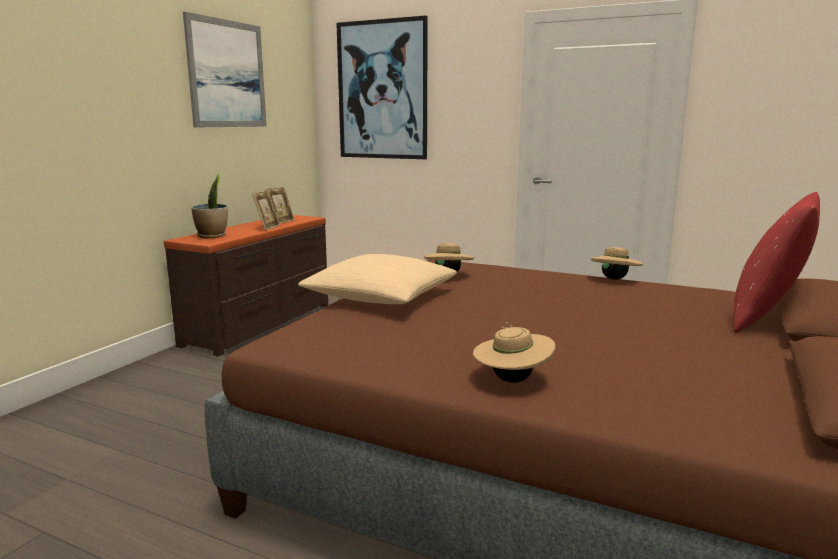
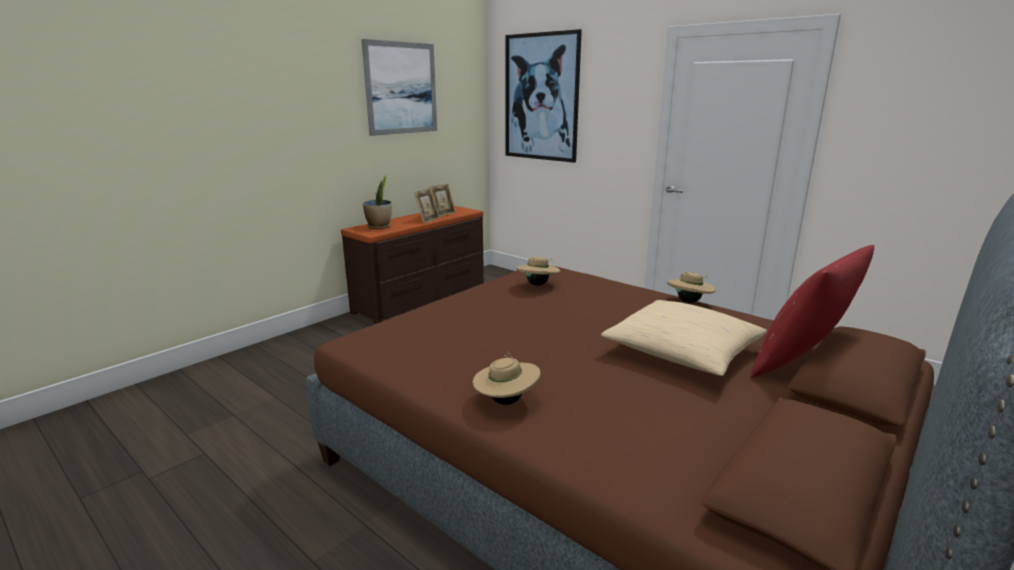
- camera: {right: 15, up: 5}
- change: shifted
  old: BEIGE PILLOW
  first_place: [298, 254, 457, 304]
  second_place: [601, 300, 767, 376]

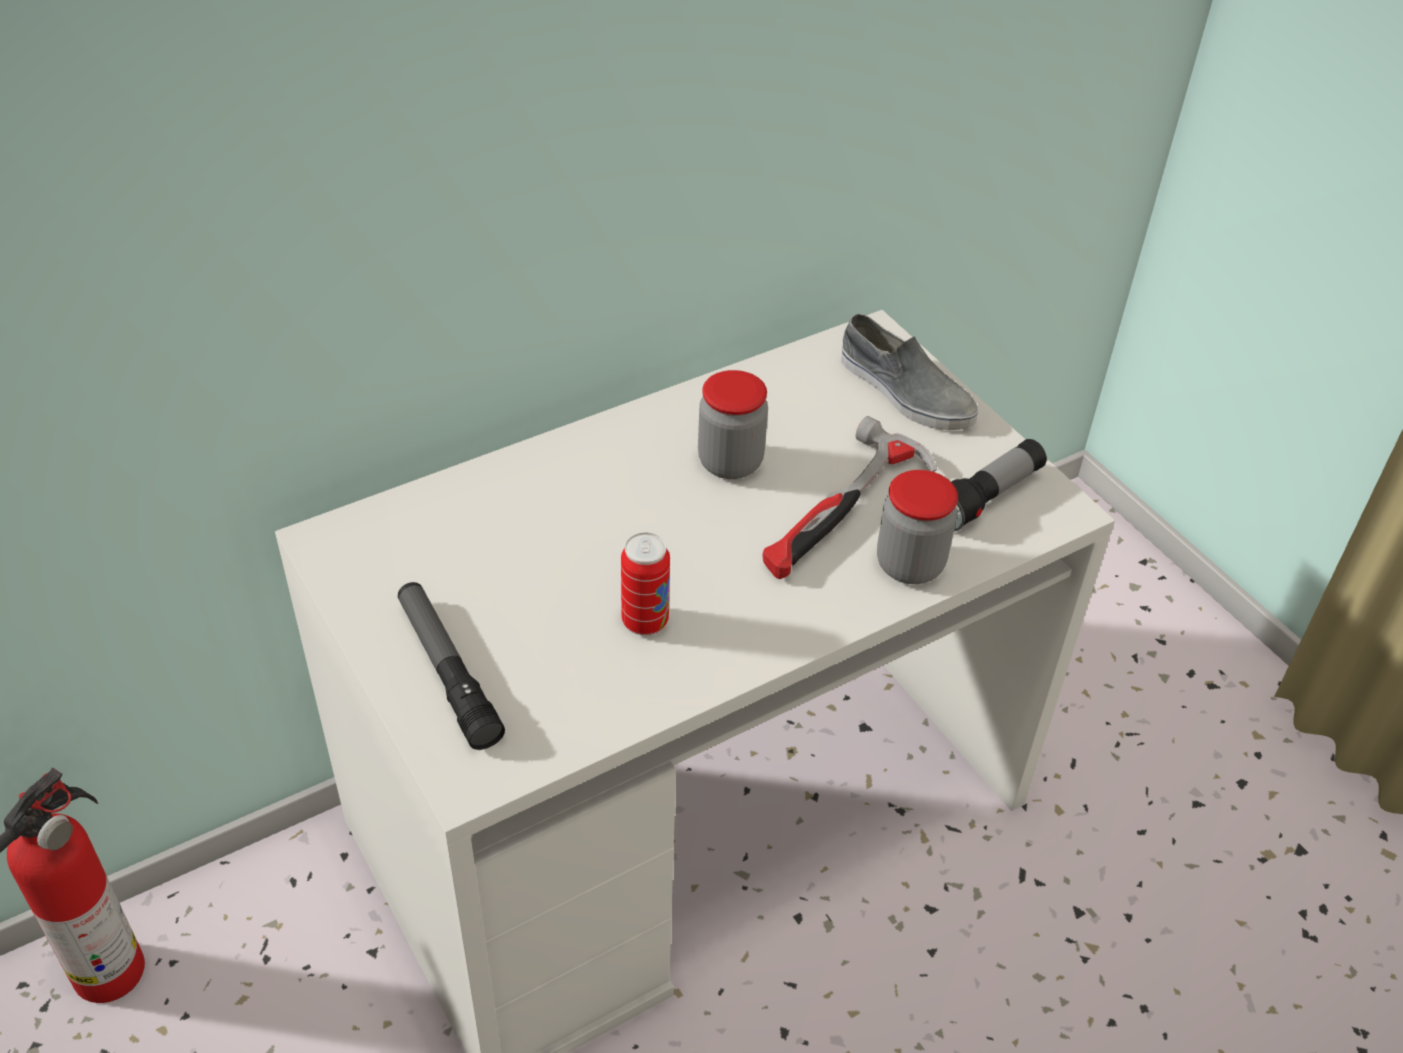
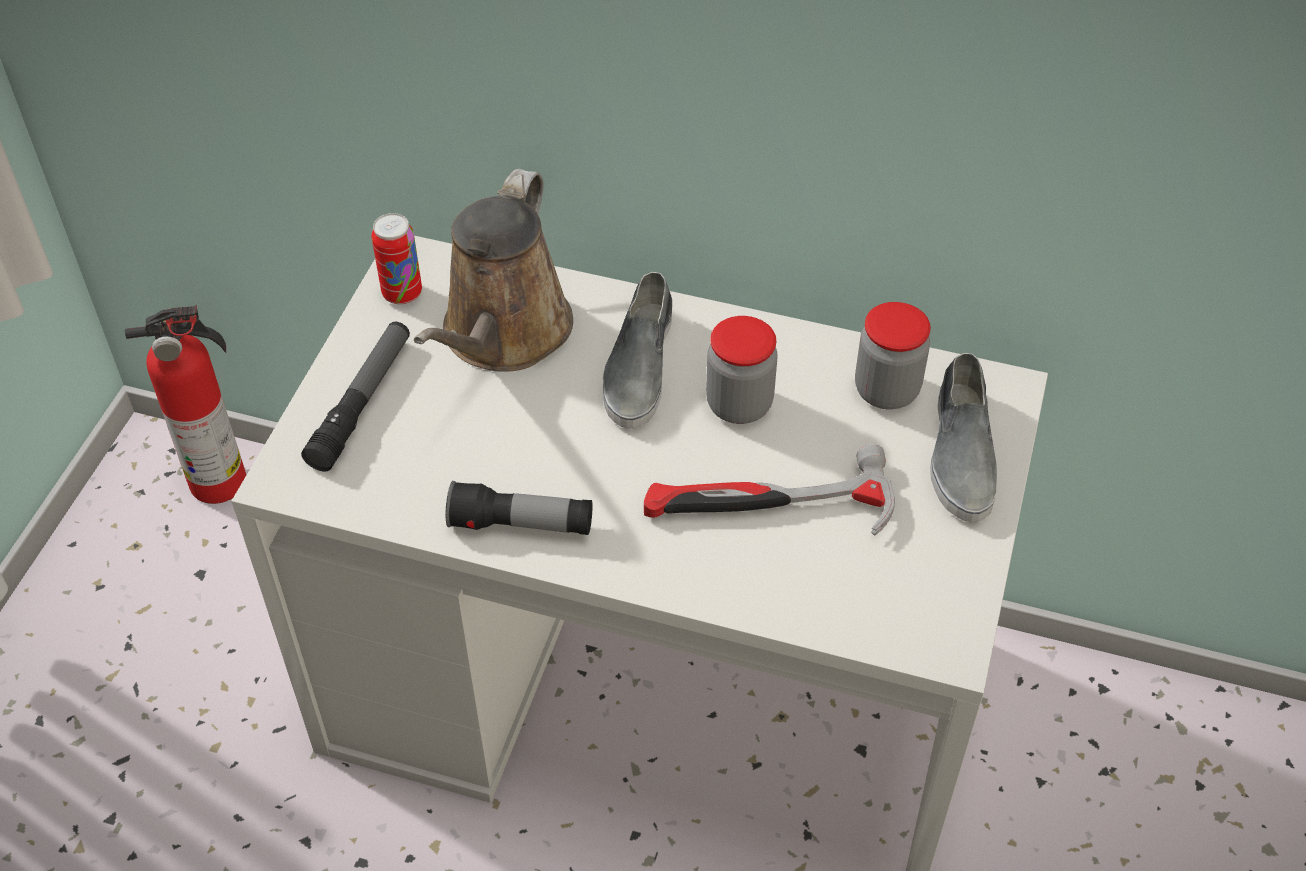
- camera: {right: 50, up: 5}
- change: shifted
  old: CAN
  first_place: [621, 532, 670, 635]
  second_place: [371, 213, 422, 305]
- change: shifted
  old: JAR
  first_place: [877, 470, 958, 584]
  second_place: [855, 302, 931, 410]
- change: shifted
  old: FLASHLIGHT
  first_place: [952, 439, 1047, 532]
  second_place: [446, 481, 593, 535]
- change: new
  new: BROWN WATERING CAN
  second_place: [414, 169, 573, 372]
- change: new
  new: GREY SHOE
  second_place: [603, 272, 672, 429]

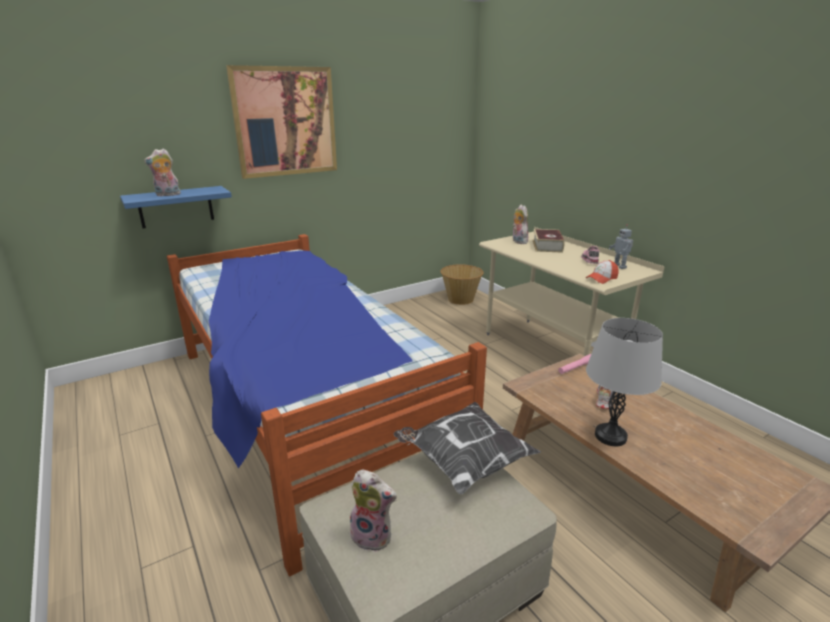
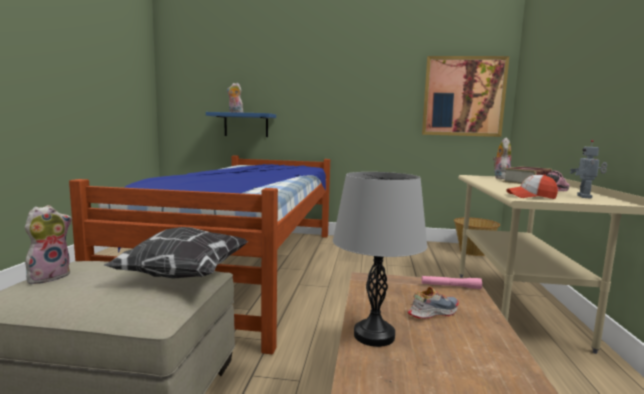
- camera: {right: 40, up: -15}
- change: shifted
  old: PICTURE
  first_place: [226, 65, 337, 179]
  second_place: [422, 56, 510, 137]
- change: rotated
  old: PLUSH TOY
  first_place: [350, 469, 397, 552]
  second_place: [25, 205, 72, 284]
  degrees: -120

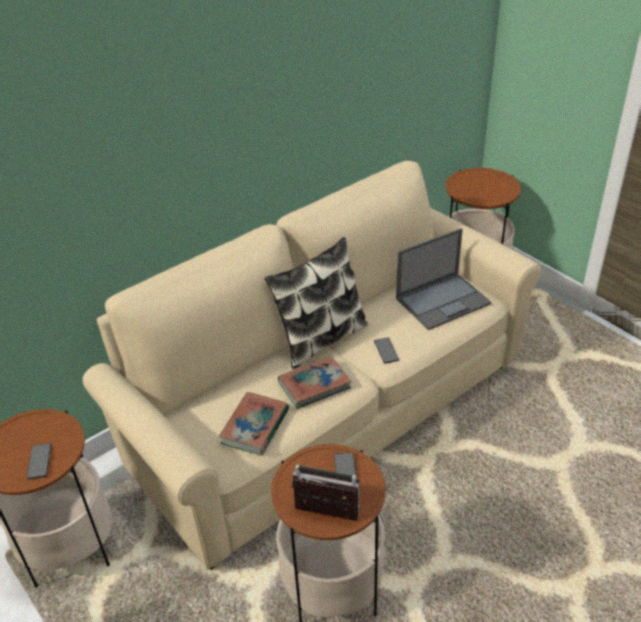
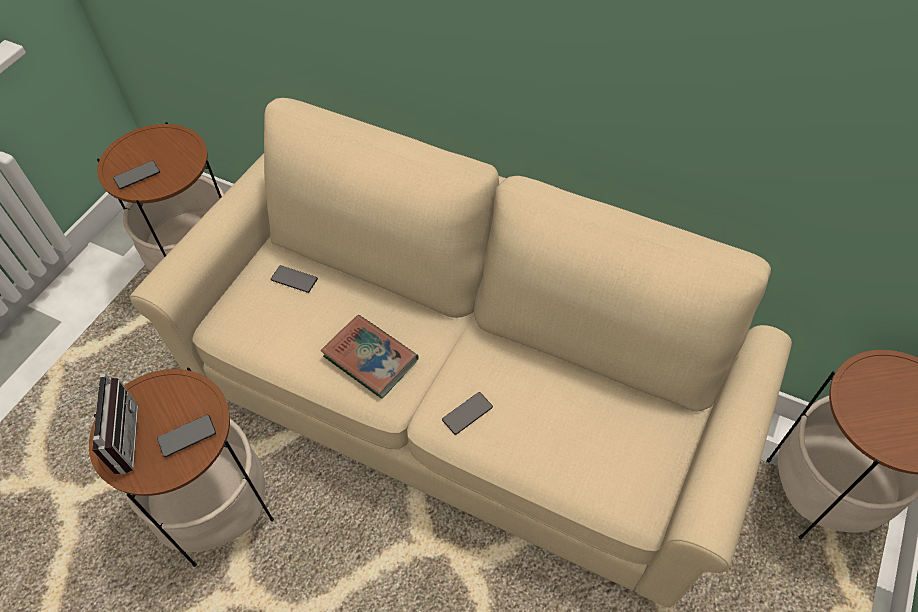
- camera: {right: 65, up: 15}
- change: gone
  old: BOOK
  first_place: [219, 392, 289, 455]
- change: gone
  old: PILLOW
  first_place: [264, 237, 368, 370]
- change: gone
  old: LAPTOP
  first_place: [396, 228, 491, 330]
- change: new
  new: PHONE
  second_place: [271, 265, 318, 293]

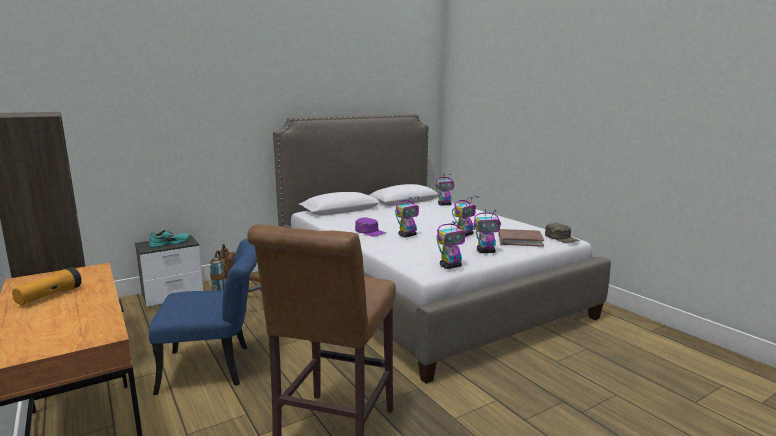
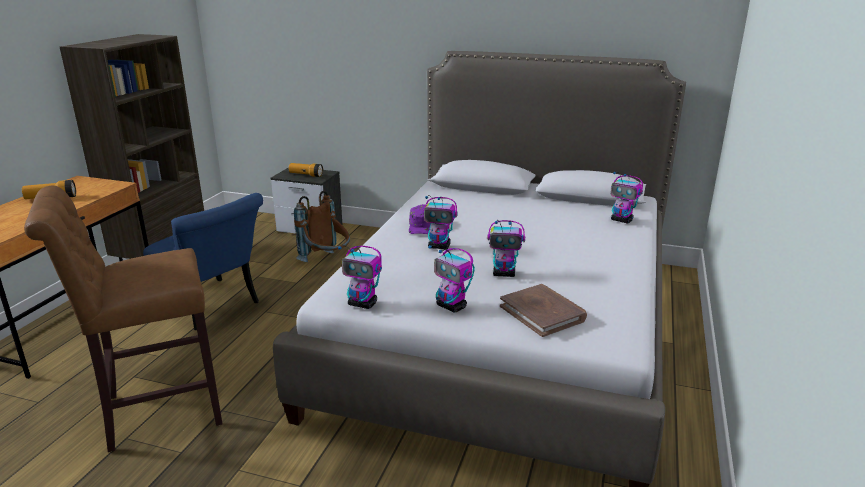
- camera: {right: 50, up: 10}
- change: swapped
  old: TURQUOISE SHOE
  new: FLASHLIGHT
  first_place: [149, 230, 190, 248]
  second_place: [289, 163, 323, 177]
- change: gone
  old: GREEN CAP
  first_place: [545, 223, 580, 243]

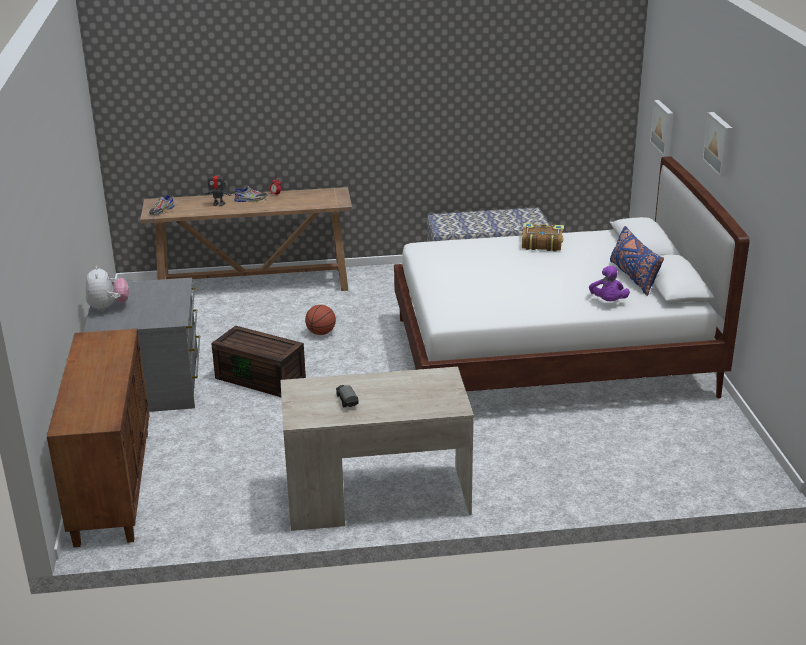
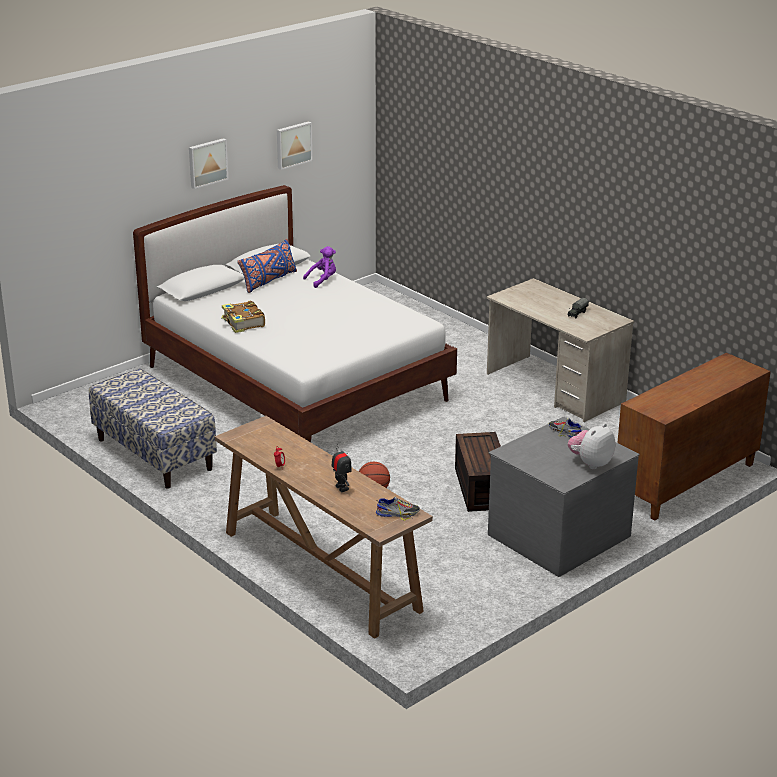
- camera: {right: -125, up: 0}
- change: shifted
  old: SHOE
  first_place: [234, 186, 267, 203]
  second_place: [549, 418, 582, 438]
- change: shifted
  old: PICTURE
  first_place: [650, 100, 674, 156]
  second_place: [277, 121, 312, 170]

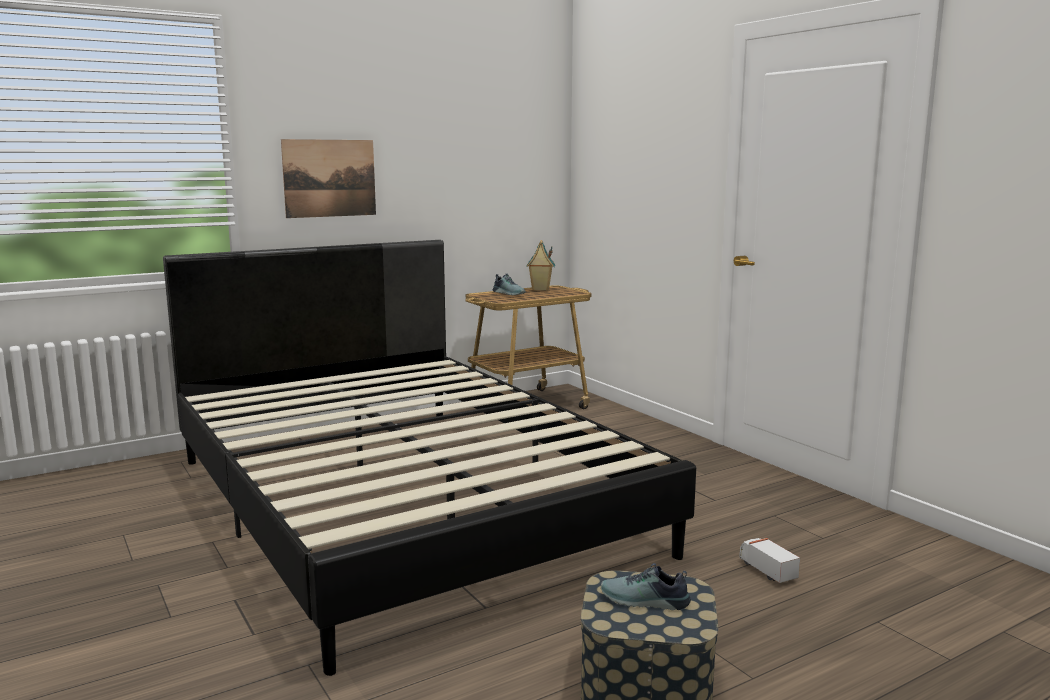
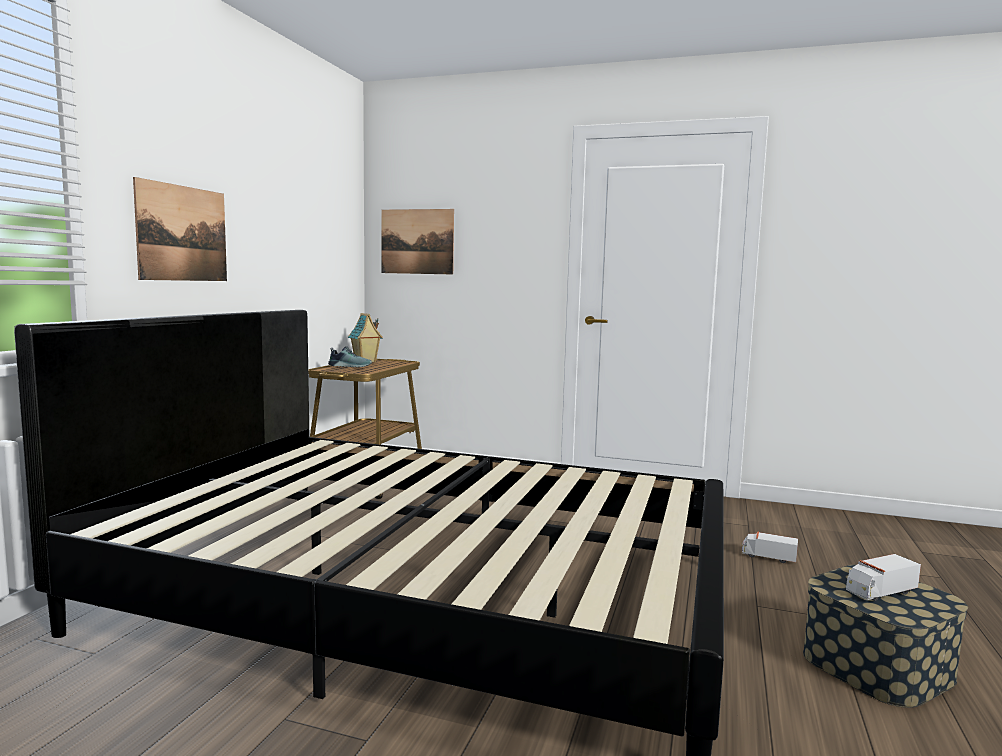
- camera: {right: -40, up: -5}
- change: swapped
  old: SHOE
  new: TOY TRUCK
  first_place: [601, 563, 691, 610]
  second_place: [846, 554, 921, 601]
- change: new
  new: PICTURE
  second_place: [381, 209, 454, 275]

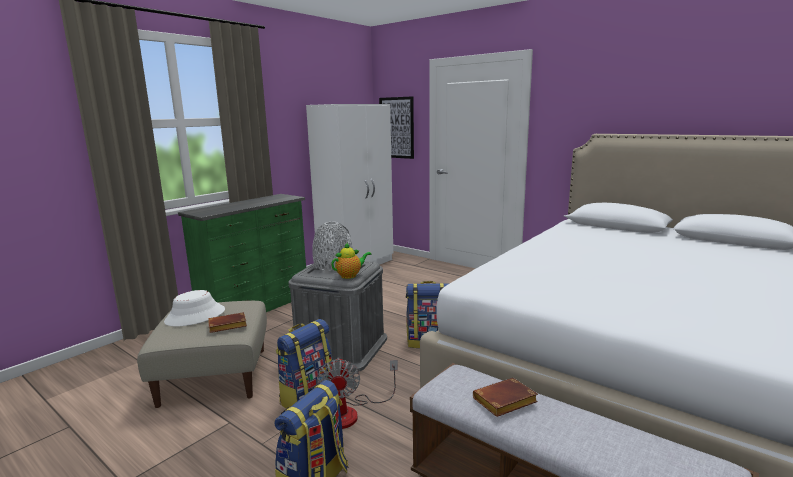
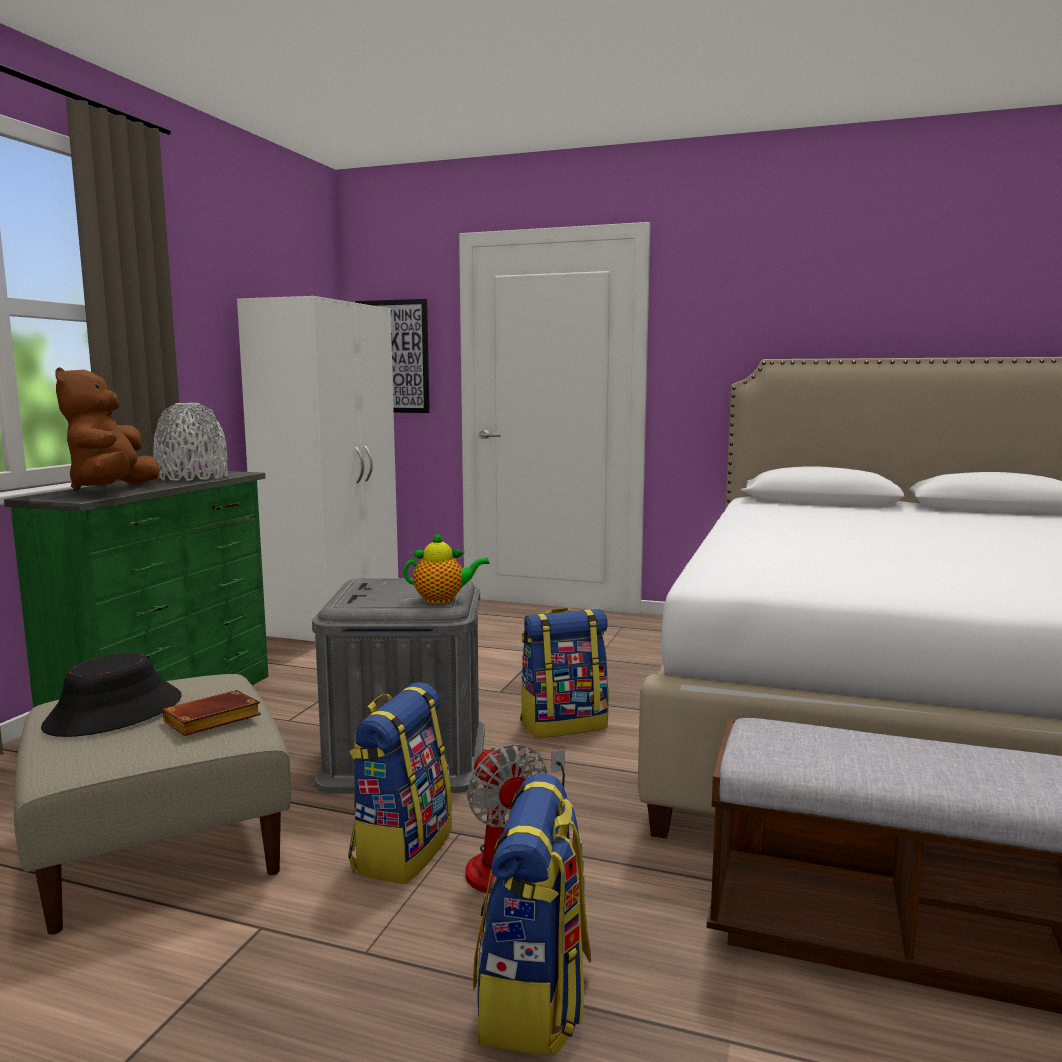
- camera: {right: -20, up: -5}
- change: repainted
  old: WHITE HAT
  new: BLACK HAT
  first_place: [164, 290, 225, 326]
  second_place: [41, 652, 182, 737]
- change: shifted
  old: GREY VASE
  first_place: [312, 222, 353, 271]
  second_place: [153, 403, 228, 481]
- change: rotated
  old: TEAPOT
  first_place: [331, 242, 371, 279]
  second_place: [403, 531, 489, 604]
  degrees: 45
- change: gone
  old: BROWN BOOK
  first_place: [473, 378, 538, 417]
- change: new
  new: BROWN PLUSH TOY
  second_place: [55, 367, 160, 490]

